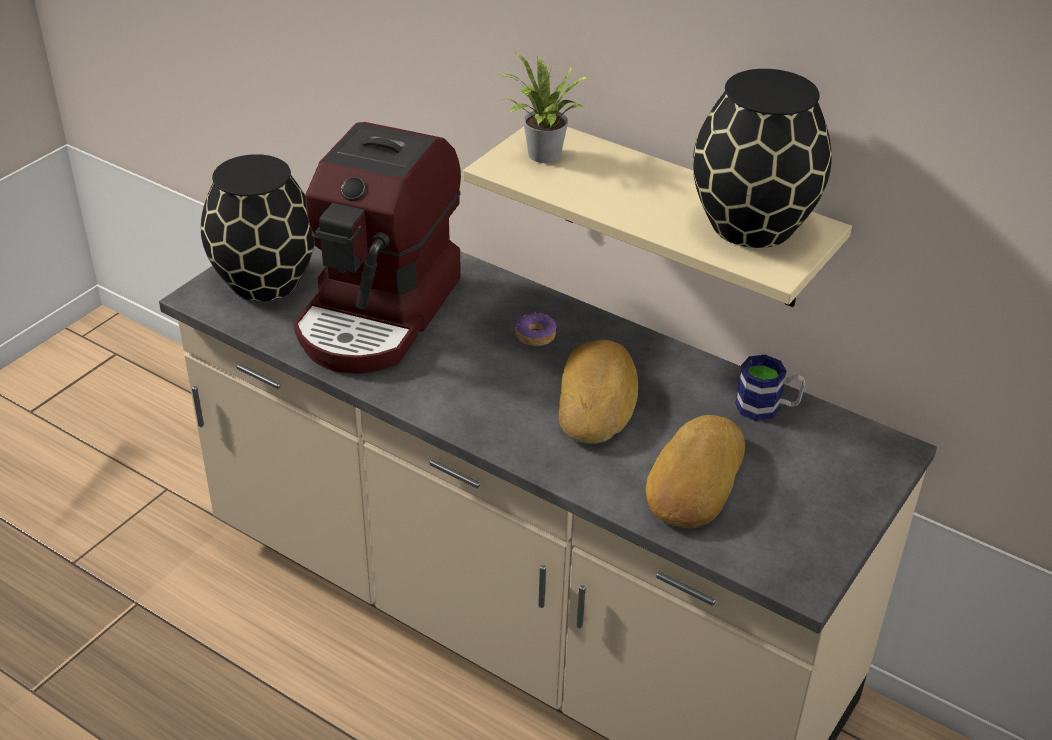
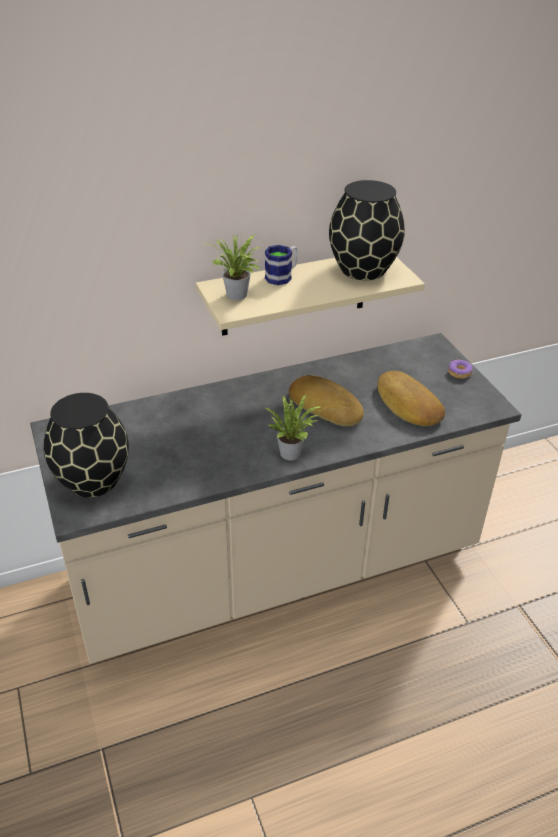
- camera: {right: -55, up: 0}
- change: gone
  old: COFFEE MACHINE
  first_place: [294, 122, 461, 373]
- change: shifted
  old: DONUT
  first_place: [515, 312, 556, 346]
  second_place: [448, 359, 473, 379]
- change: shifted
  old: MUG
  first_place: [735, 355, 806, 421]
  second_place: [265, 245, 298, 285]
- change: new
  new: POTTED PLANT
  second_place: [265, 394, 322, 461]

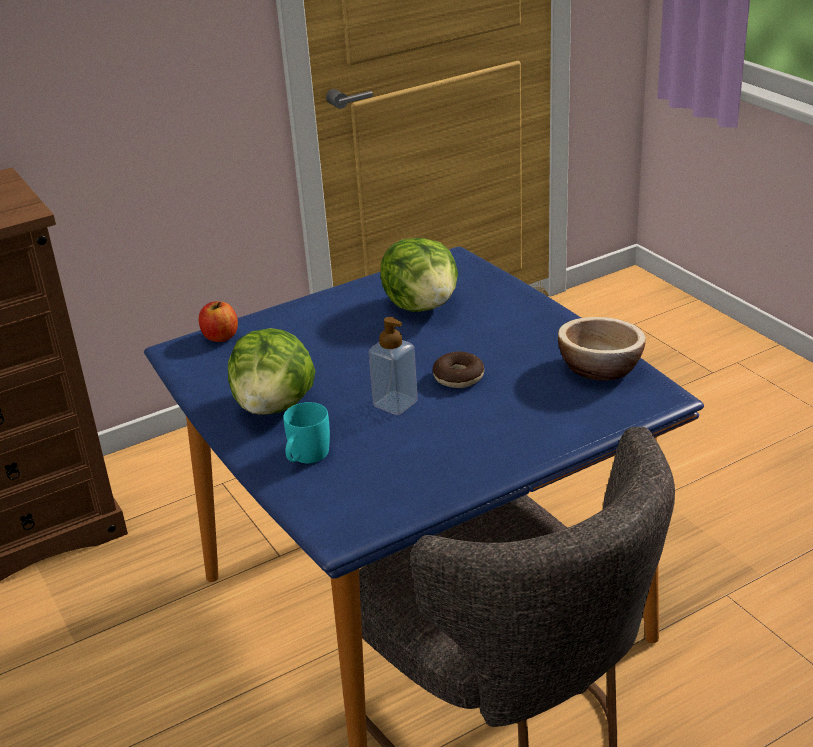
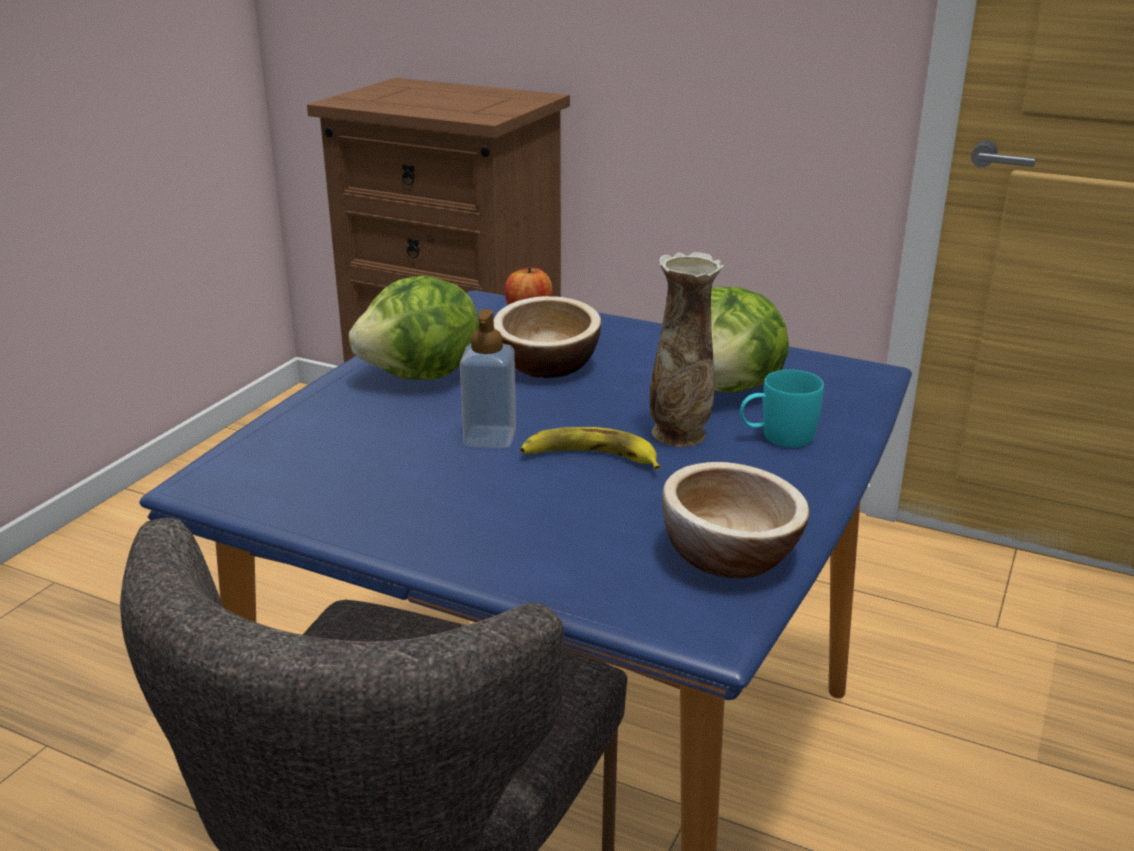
- camera: {right: 55, up: -5}
- change: shifted
  old: TURQUOISE MUG
  first_place: [283, 402, 330, 463]
  second_place: [740, 370, 824, 448]
- change: swapped
  old: DONUT
  new: BANANA
  first_place: [433, 352, 484, 388]
  second_place: [520, 427, 661, 470]
- change: new
  new: BOWL
  second_place: [494, 296, 601, 378]
- change: new
  new: VASE
  second_place: [649, 252, 723, 447]

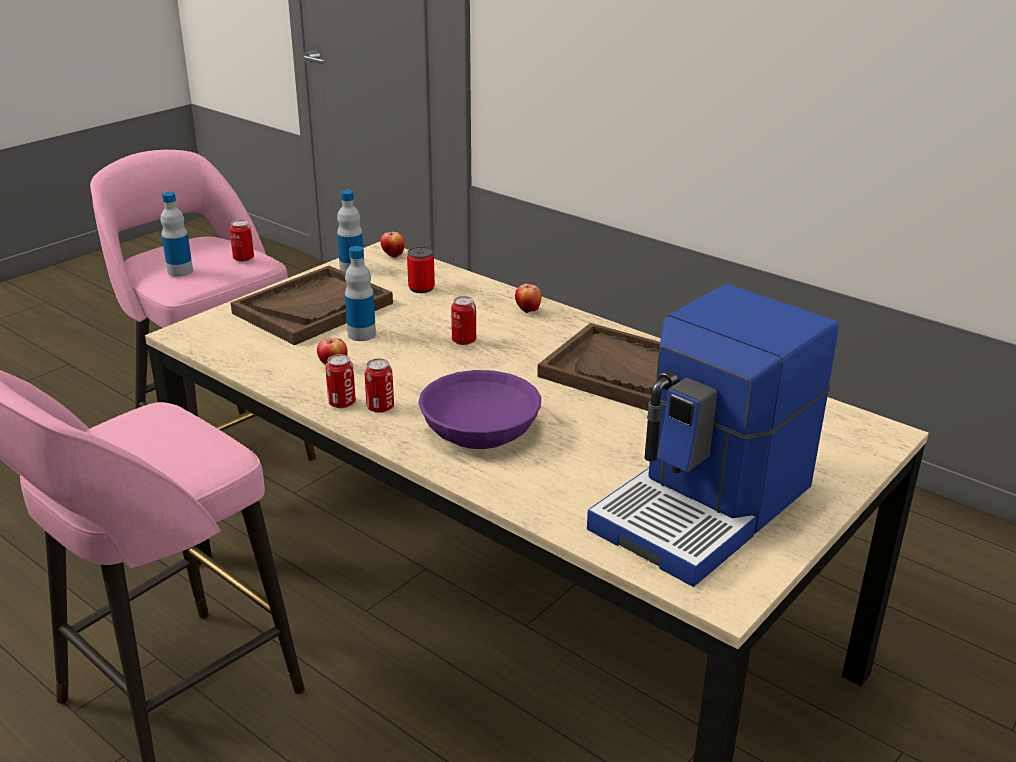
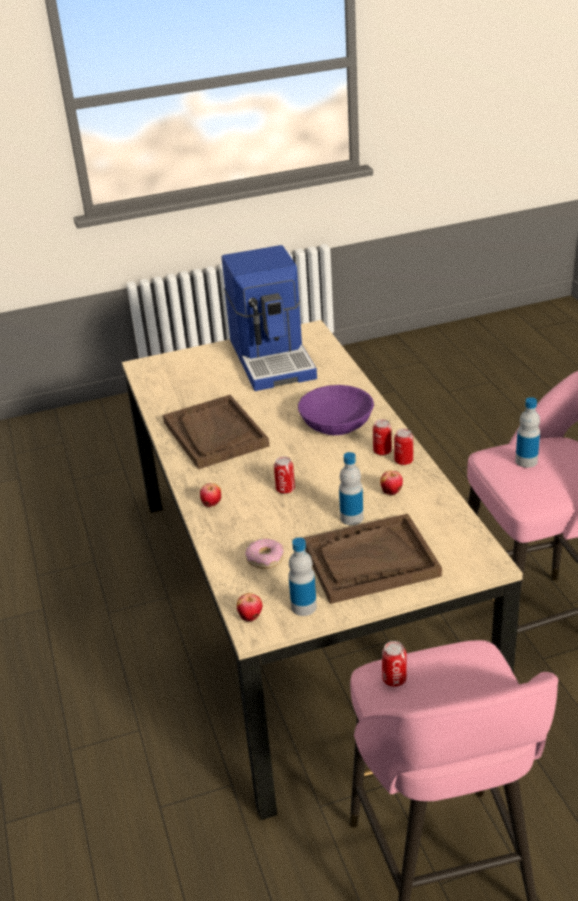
- camera: {right: -145, up: 5}
- change: shifted
  old: BOTTLE
  first_place: [160, 192, 193, 277]
  second_place: [515, 397, 540, 468]
- change: swapped
  old: CAN
  new: DONUT
  first_place: [407, 247, 435, 293]
  second_place: [245, 538, 284, 569]
- change: rotated
  old: COFFEE MACHINE
  first_place: [587, 284, 839, 587]
  second_place: [222, 245, 317, 391]
  degrees: 90

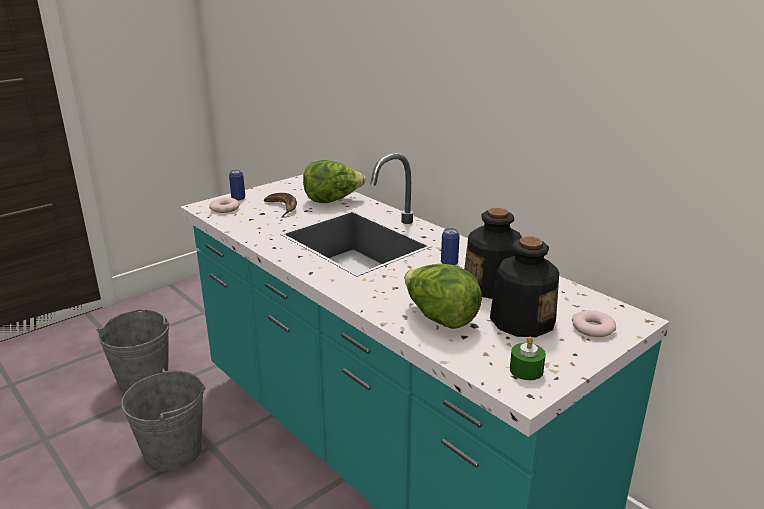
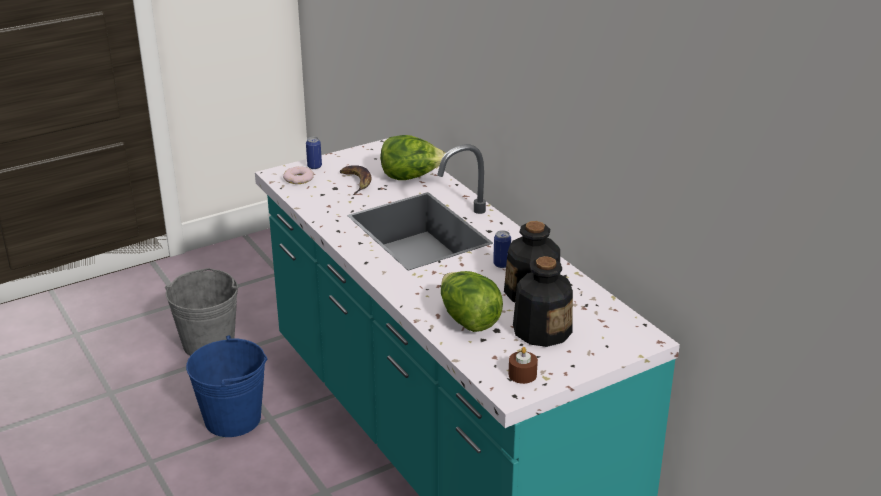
- camera: {right: 10, up: 5}
- change: repainted
  old: GREY BUCKET
  new: BLUE BUCKET
  first_place: [121, 368, 206, 472]
  second_place: [186, 335, 267, 437]
- change: repainted
  old: GREEN CANDLE
  new: BROWN CANDLE
  first_place: [510, 336, 546, 380]
  second_place: [508, 347, 538, 384]
- change: gone
  old: DONUT
  first_place: [572, 310, 616, 337]

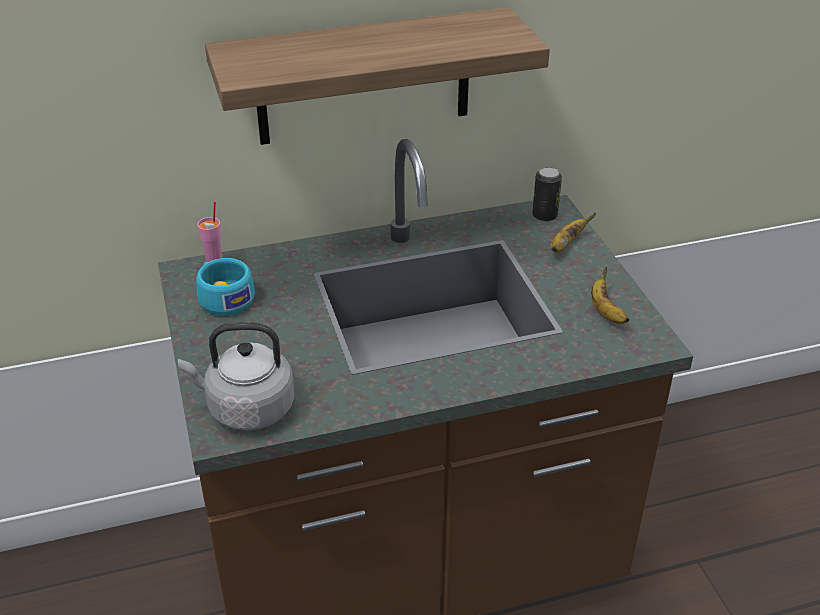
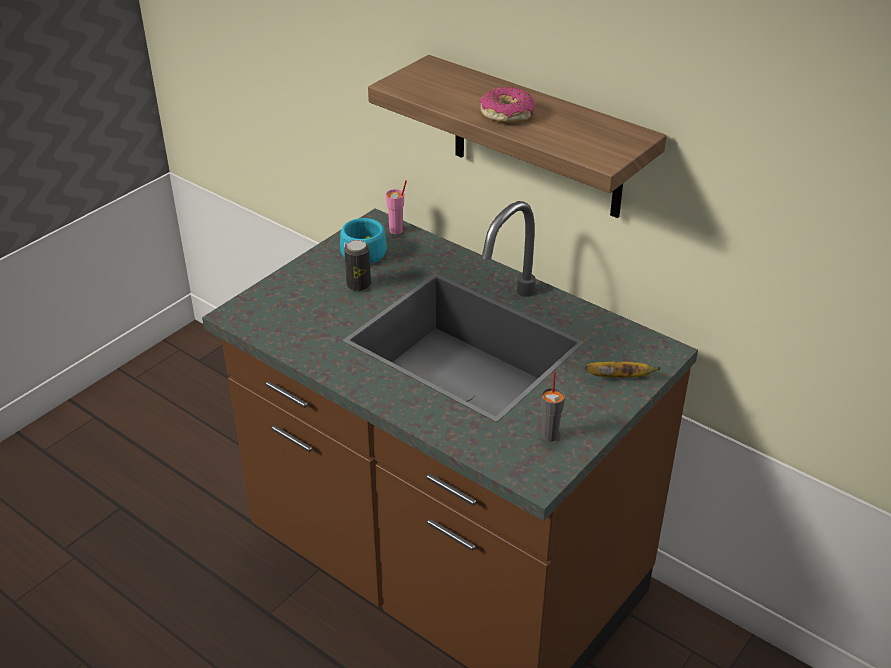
- camera: {right: 55, up: 0}
- change: gone
  old: GREY KETTLE
  first_place: [178, 322, 295, 431]
- change: shifted
  old: CAN
  first_place: [532, 167, 562, 222]
  second_place: [344, 240, 371, 291]
- change: swapped
  old: BANANA
  new: GREY CUP
  first_place: [591, 267, 630, 324]
  second_place: [541, 372, 565, 442]
- change: new
  new: DONUT
  second_place: [480, 87, 535, 123]

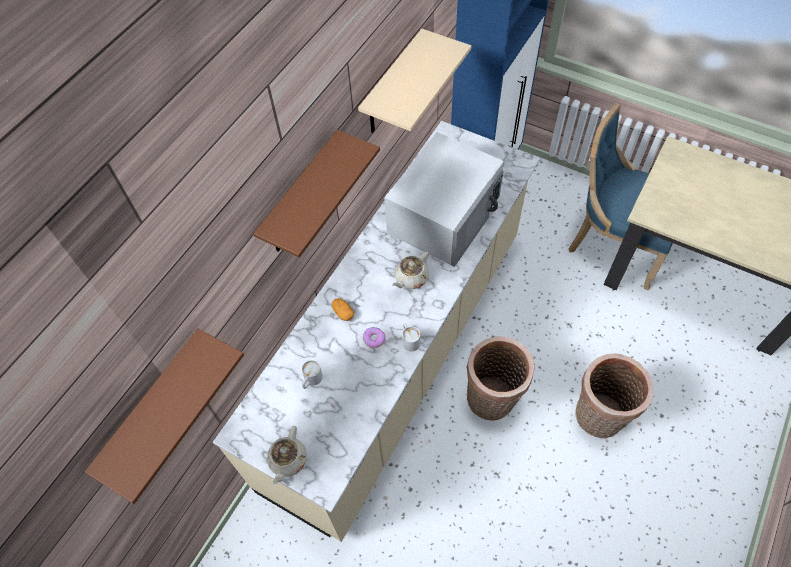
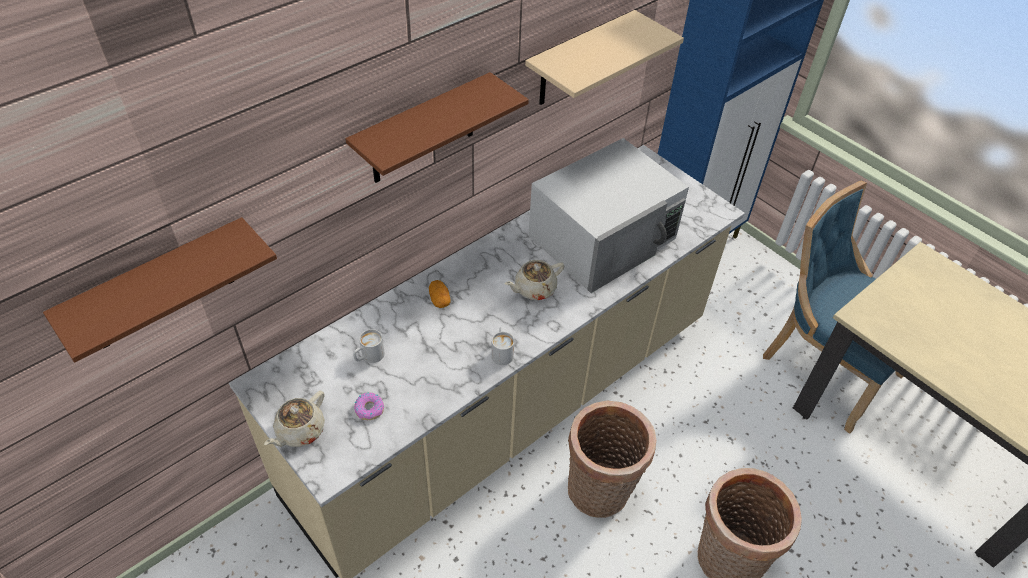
- camera: {right: 15, up: -10}
- change: shifted
  old: DONUT
  first_place: [363, 327, 386, 348]
  second_place: [354, 393, 384, 420]

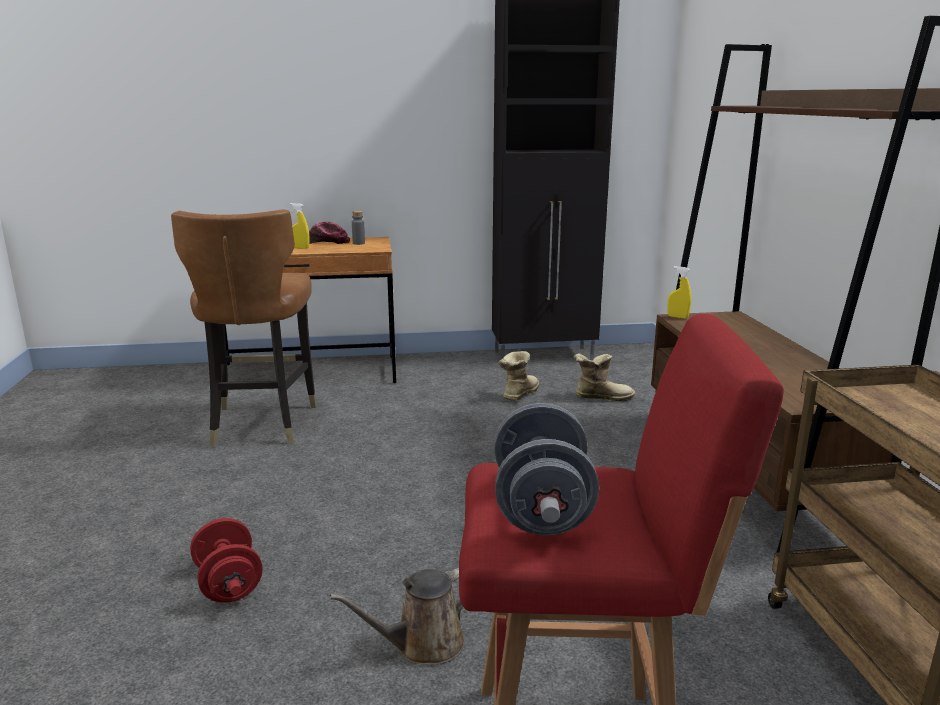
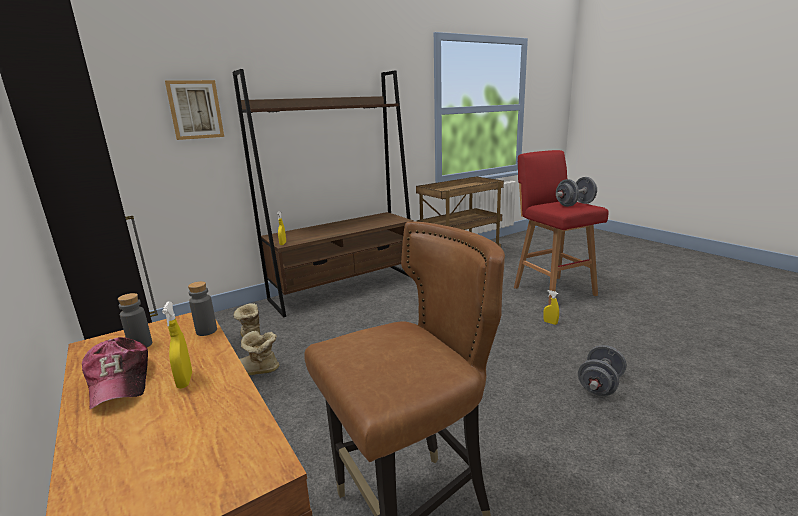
- camera: {right: -115, up: 0}
- change: repainted
  old: RED DUMBBELL
  new: GREY DUMBBELL
  first_place: [190, 518, 263, 603]
  second_place: [578, 345, 627, 396]
- change: swapped
  old: BROWN WATERING CAN
  new: YELLOW SPRAY BOTTLE
  first_place: [329, 568, 465, 664]
  second_place: [543, 290, 559, 325]
- change: new
  new: PICTURE
  second_place: [165, 80, 224, 140]
- change: new
  new: GREY BOTTLE
  second_place: [188, 281, 217, 336]

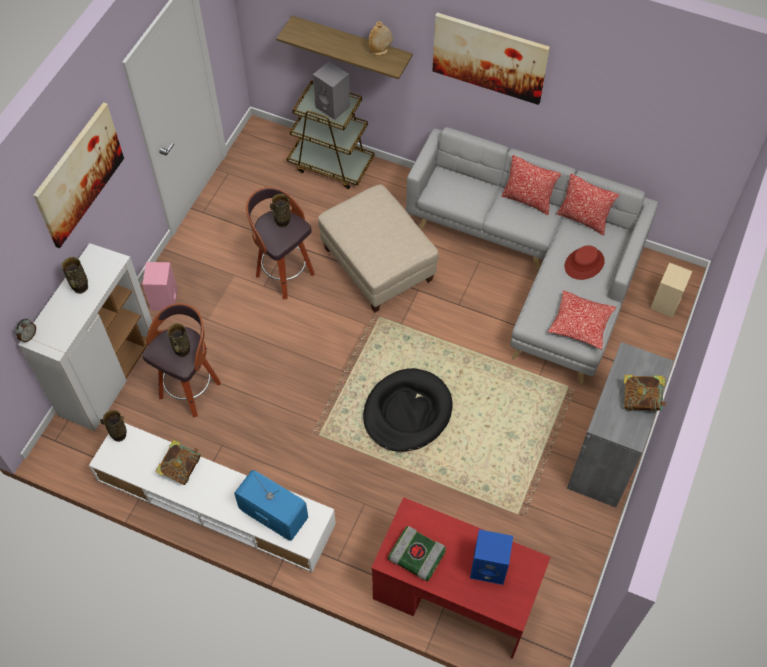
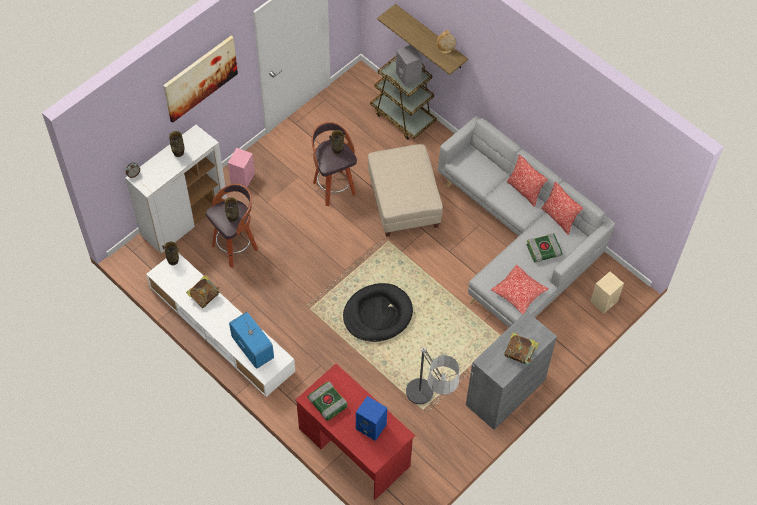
- camera: {right: 20, up: 0}
- change: gone
  old: PICTURE
  first_place: [432, 13, 550, 105]
- change: swapped
  old: RED HAT
  new: BOOK
  first_place: [565, 245, 605, 280]
  second_place: [526, 233, 562, 263]
- change: new
  new: FLOOR LAMP
  second_place: [406, 347, 459, 405]

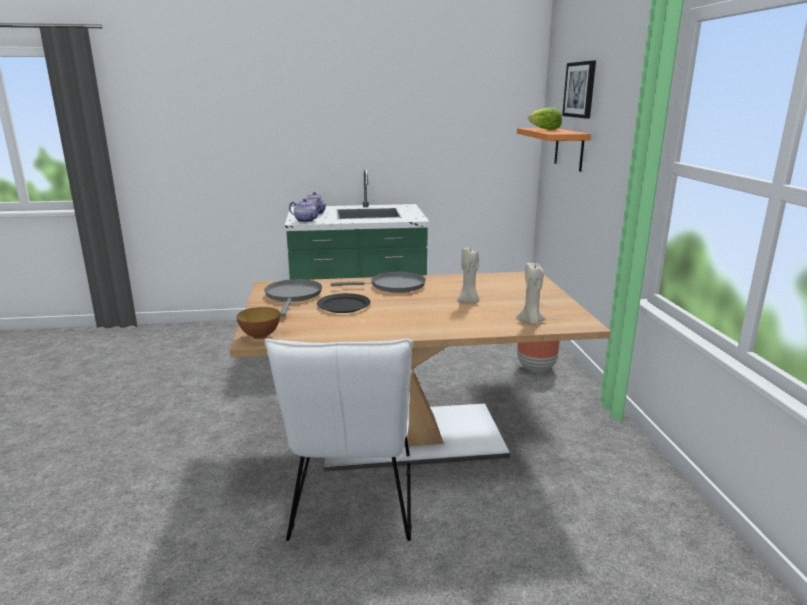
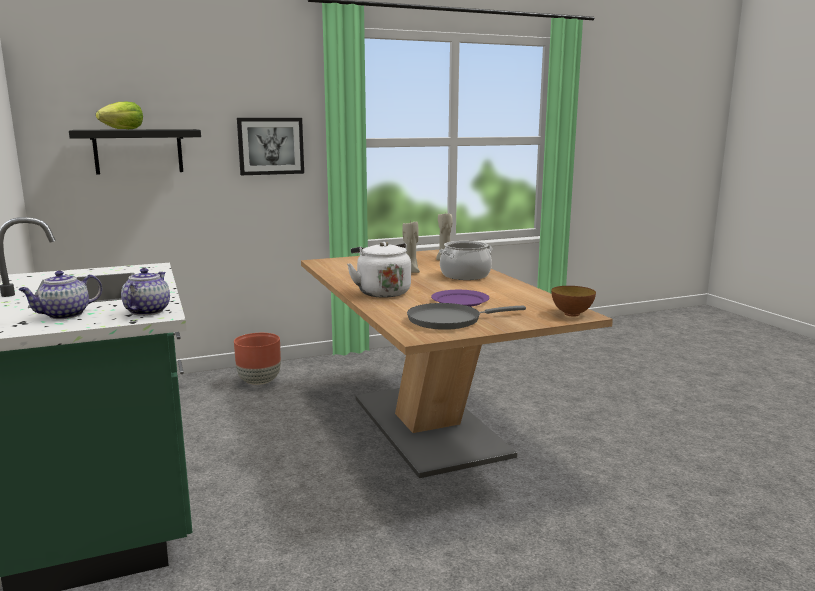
- camera: {right: -105, up: -5}
- change: gone
  old: WHITE CHAIR
  first_place: [264, 338, 413, 541]
- change: repainted
  old: BLACK PLATE
  new: PURPLE PLATE
  first_place: [317, 293, 370, 313]
  second_place: [431, 290, 489, 307]
- change: swapped
  old: GREY FRYING PAN
  new: WHITE KETTLE
  first_place: [330, 272, 426, 293]
  second_place: [347, 242, 411, 298]
- change: repainted
  old: ORANGE SHELF
  new: BLACK SHELF
  first_place: [517, 128, 591, 172]
  second_place: [69, 129, 201, 174]
- change: shifted
  old: PICTURE
  first_place: [562, 61, 596, 118]
  second_place: [237, 118, 304, 175]
- change: new
  new: COOKING POT
  second_place: [439, 241, 492, 280]

